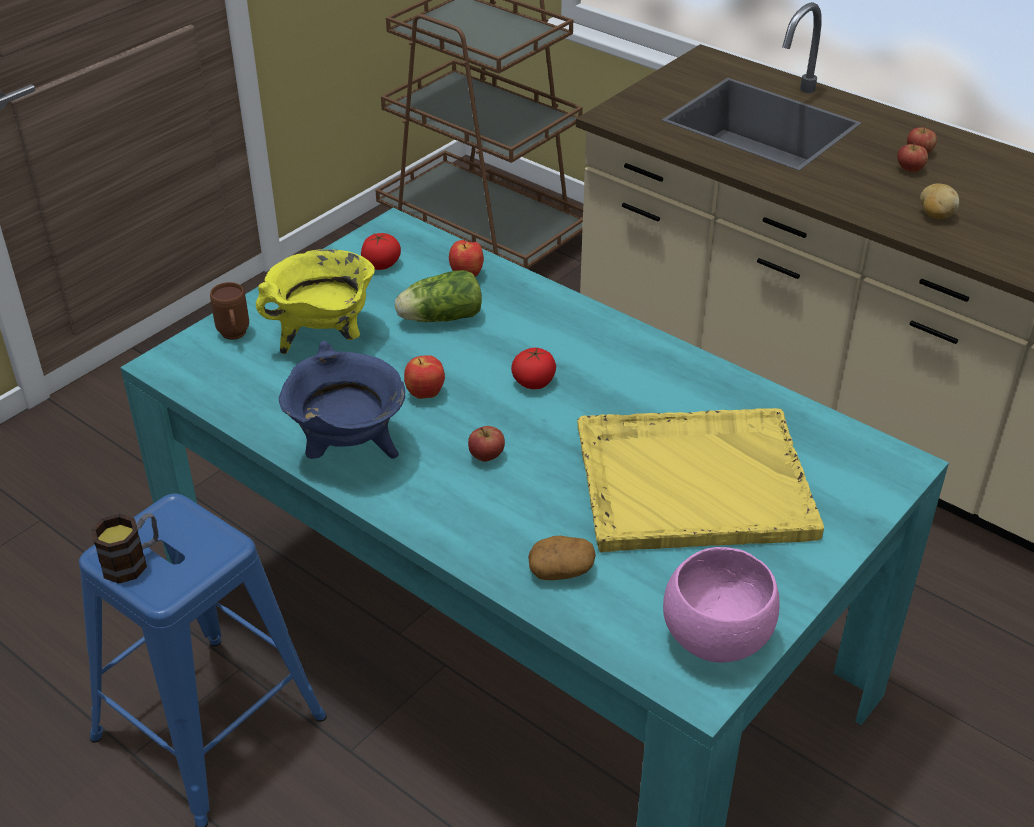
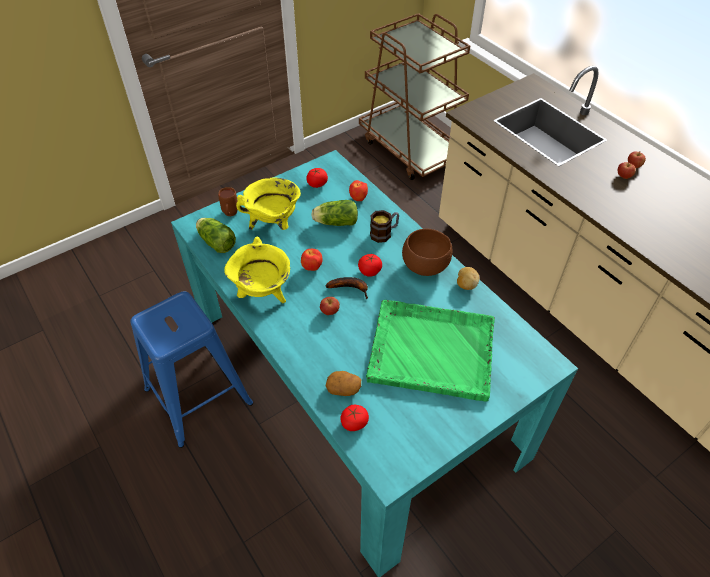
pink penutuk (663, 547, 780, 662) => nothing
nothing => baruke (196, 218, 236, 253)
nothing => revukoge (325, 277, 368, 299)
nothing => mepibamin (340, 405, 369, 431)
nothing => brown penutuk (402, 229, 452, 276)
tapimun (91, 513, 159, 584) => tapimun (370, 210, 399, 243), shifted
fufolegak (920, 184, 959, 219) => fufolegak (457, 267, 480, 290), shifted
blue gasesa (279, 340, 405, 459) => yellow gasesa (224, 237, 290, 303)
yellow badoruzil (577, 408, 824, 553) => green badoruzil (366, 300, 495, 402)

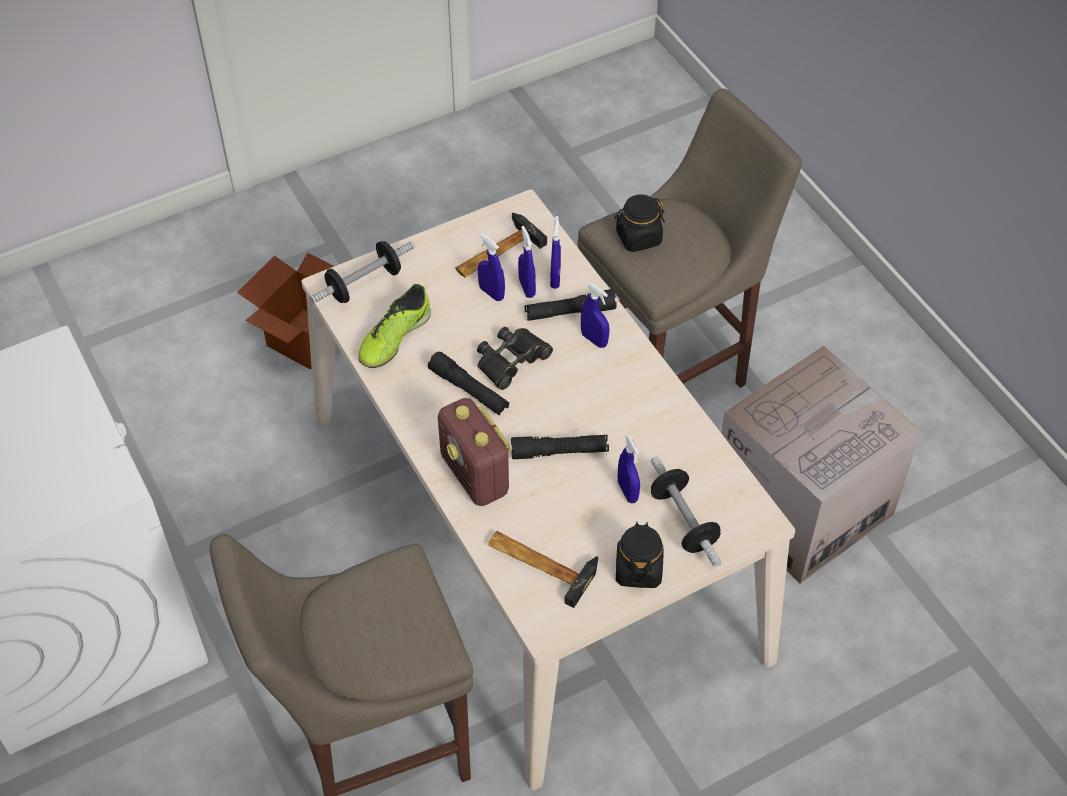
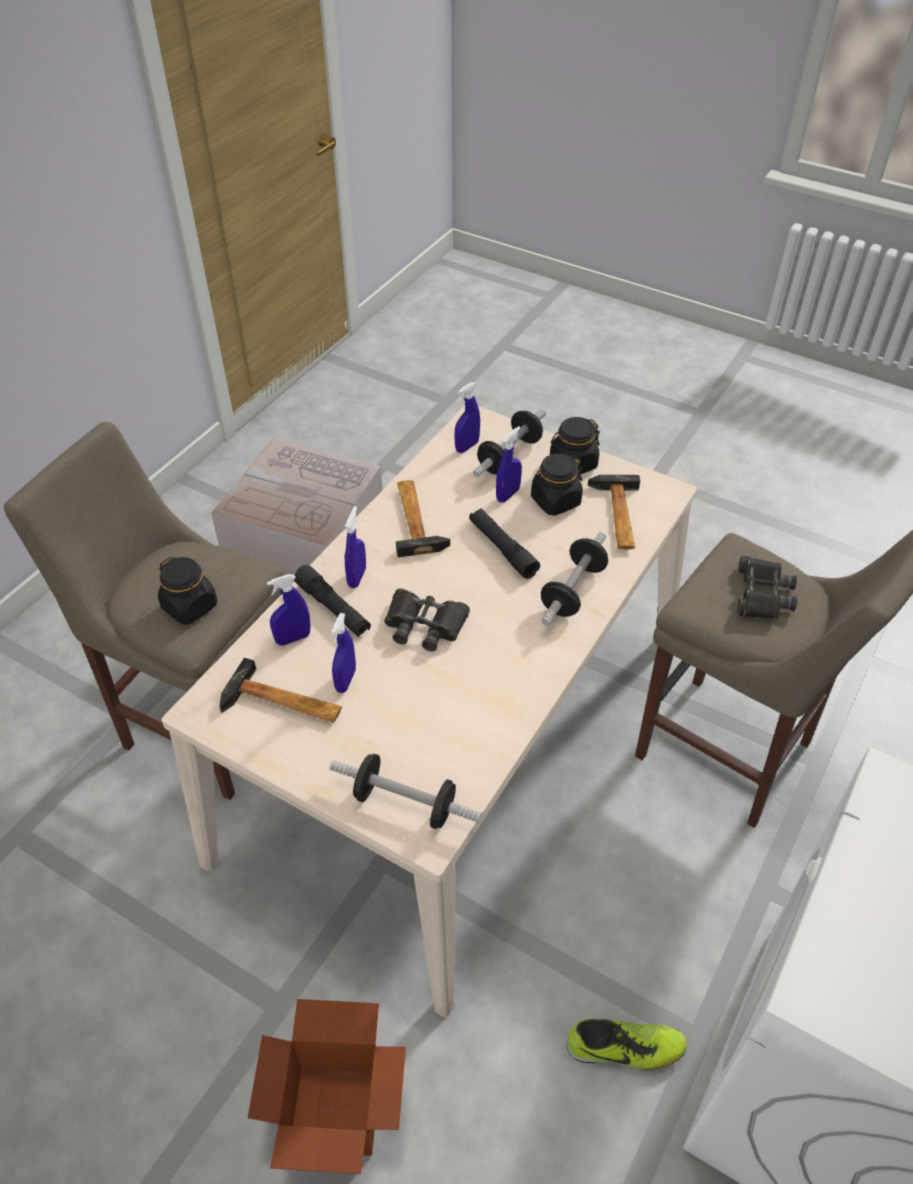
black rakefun (428, 352, 509, 416) => nothing
nothing => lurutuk (396, 480, 450, 557)
nothing => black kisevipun (531, 453, 583, 516)
nothing => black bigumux (737, 556, 797, 619)
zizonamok (358, 284, 431, 368) => zizonamok (567, 1019, 687, 1071), shifted
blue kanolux (518, 226, 536, 298) => blue kanolux (454, 382, 480, 453), shifted
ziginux (438, 398, 513, 506) => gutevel (541, 532, 608, 626)

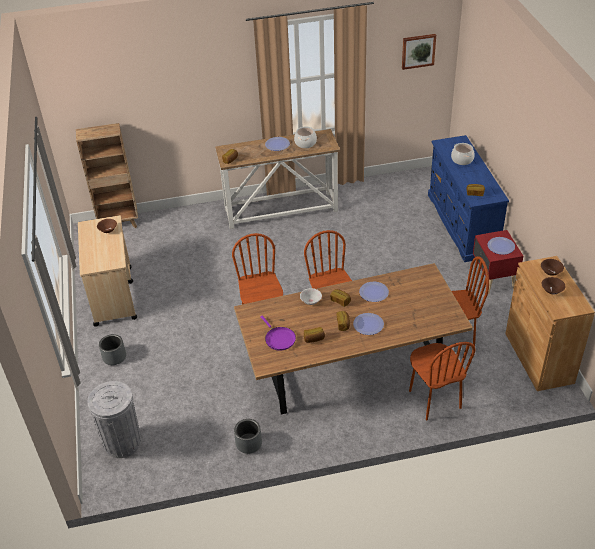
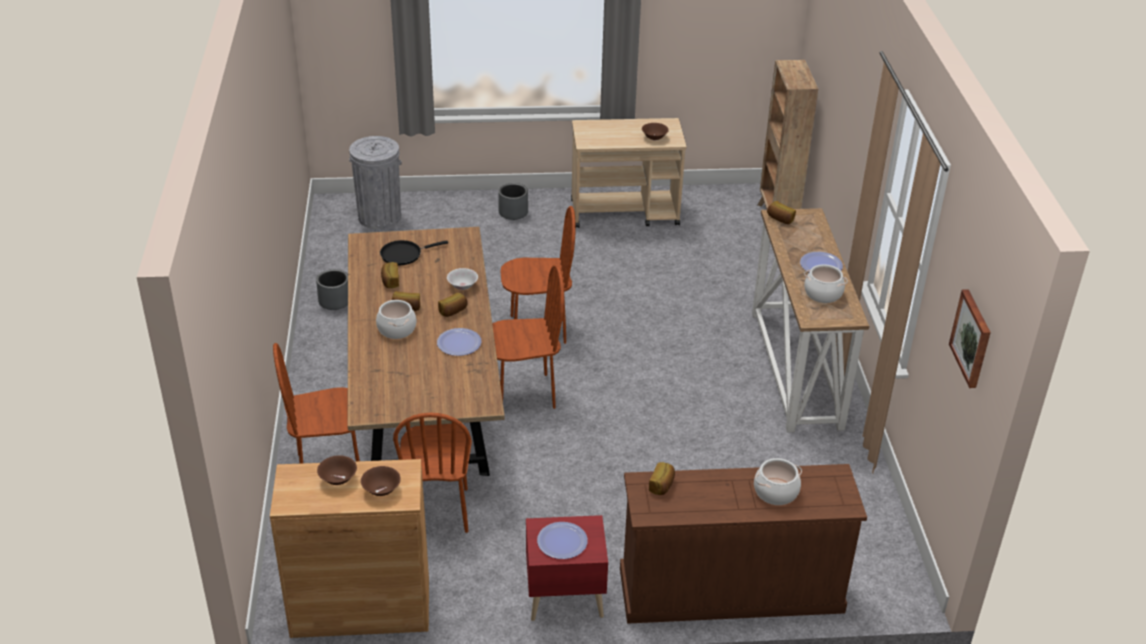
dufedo (353, 313, 384, 335) => gasesa (376, 300, 416, 339)
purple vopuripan (260, 316, 296, 351) => black vopuripan (380, 240, 448, 265)
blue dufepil (428, 135, 509, 262) => brown dufepil (620, 464, 867, 624)

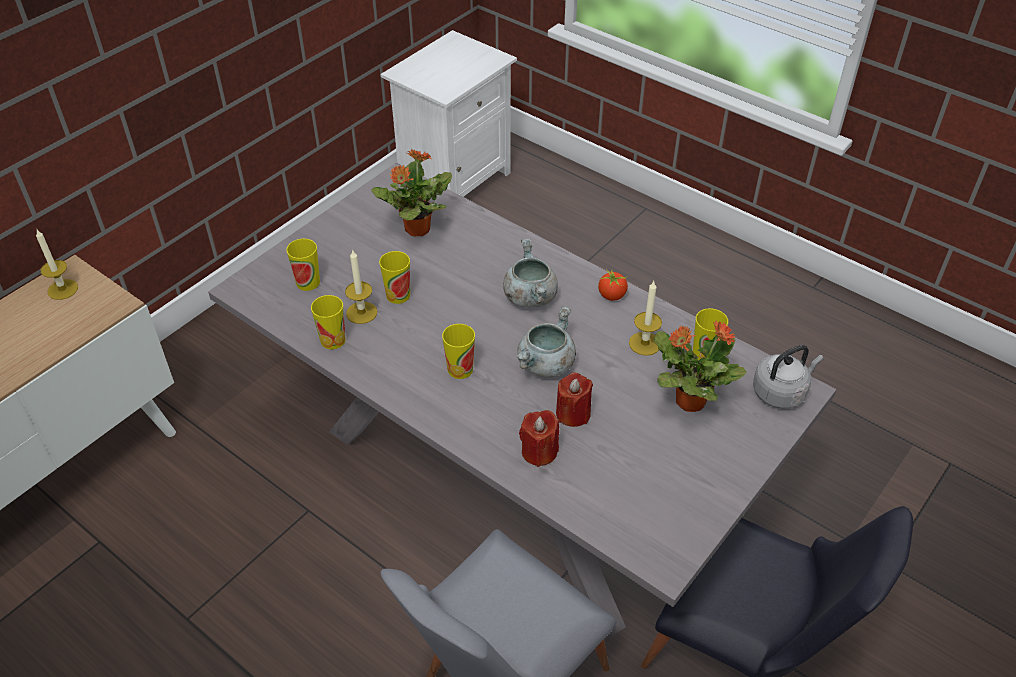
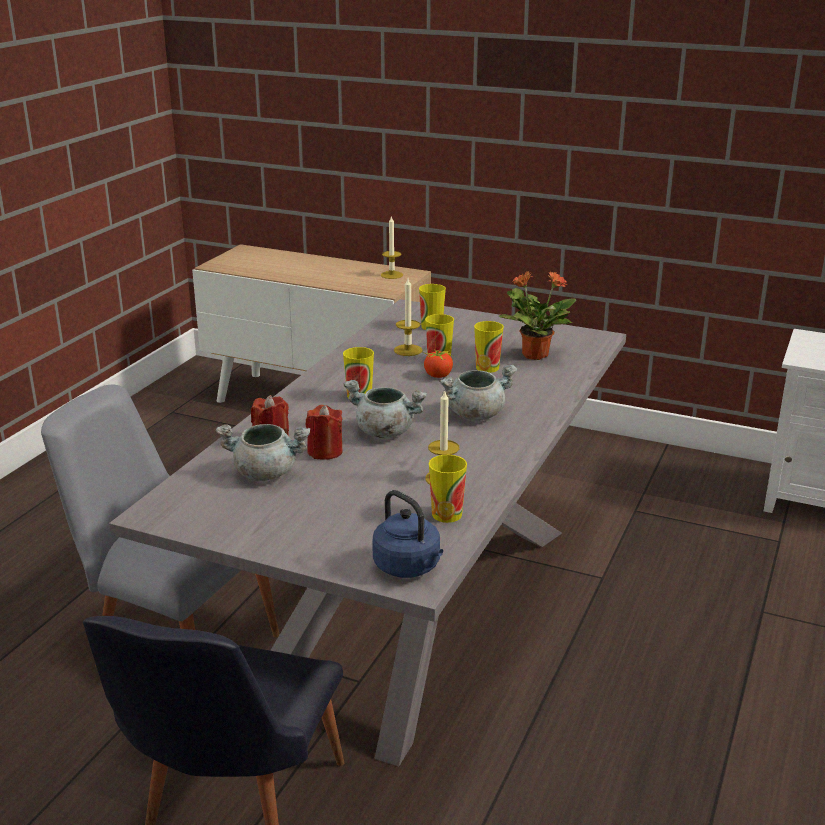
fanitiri (654, 320, 747, 412) => nothing
nothing => grey gasesa (216, 424, 310, 481)
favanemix (311, 295, 346, 349) => favanemix (474, 321, 504, 373), shifted
mepibamin (598, 269, 628, 301) => mepibamin (422, 349, 453, 378), shifted
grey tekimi (753, 345, 824, 409) => blue tekimi (372, 490, 443, 578)

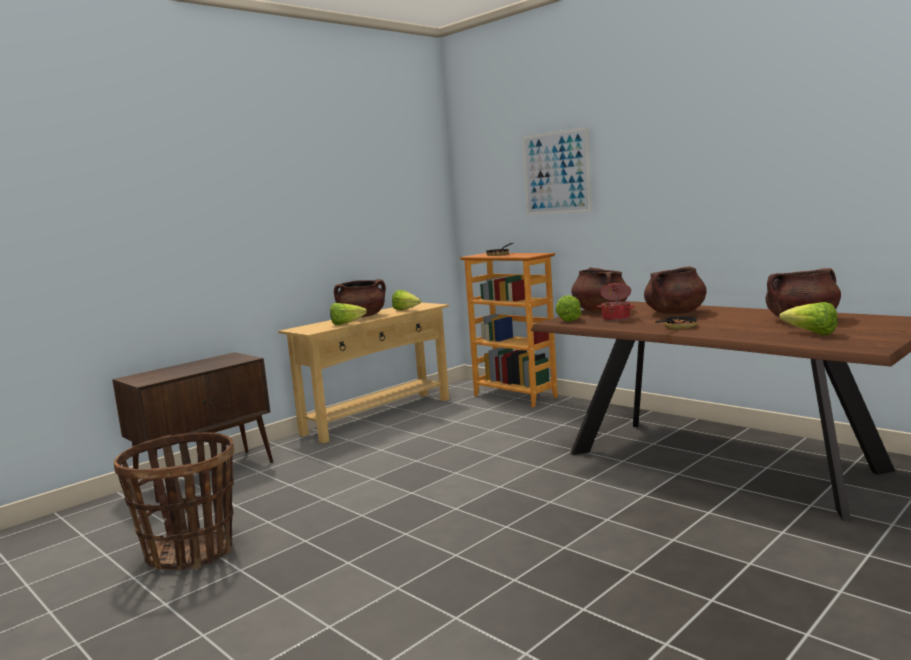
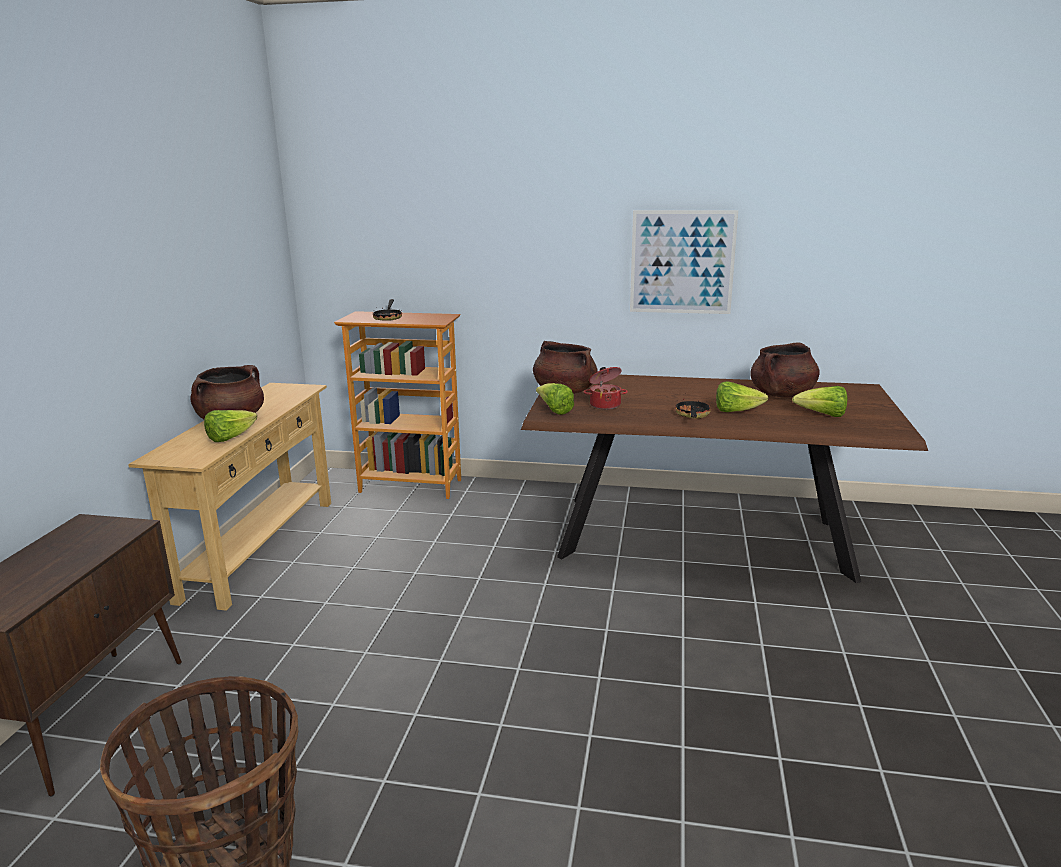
brown gasesa (644, 266, 707, 314) => nothing
baruke (392, 290, 421, 310) => baruke (716, 381, 768, 412), shifted
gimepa (522, 127, 592, 215) => gimepa (630, 210, 738, 314), shifted

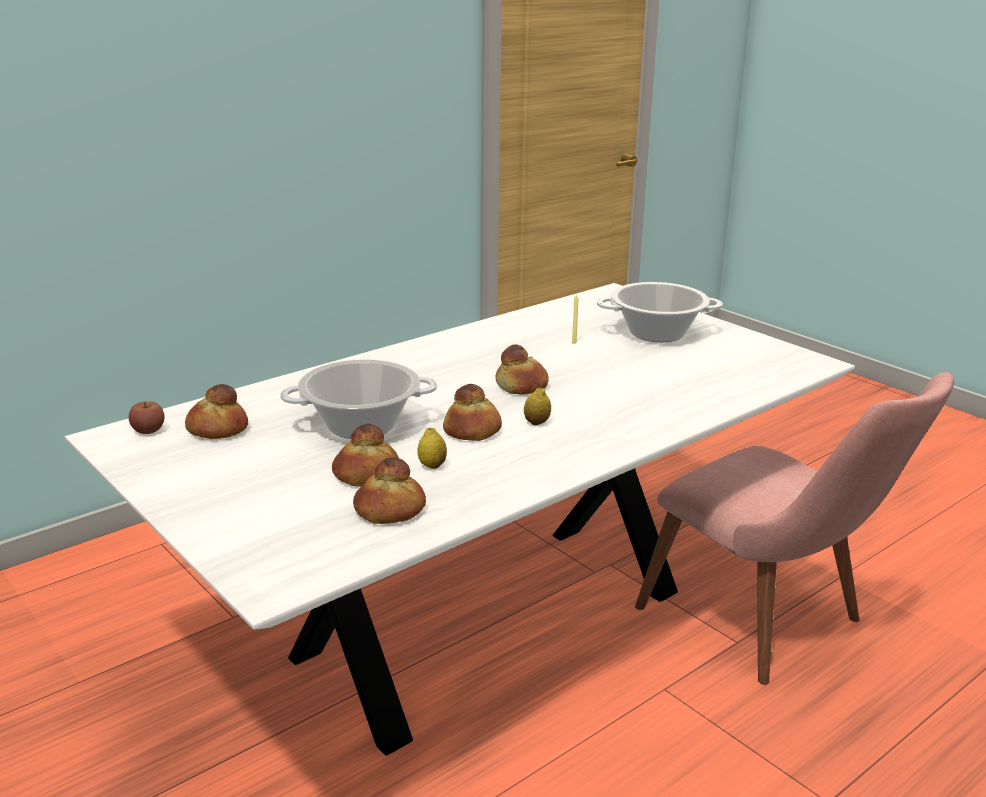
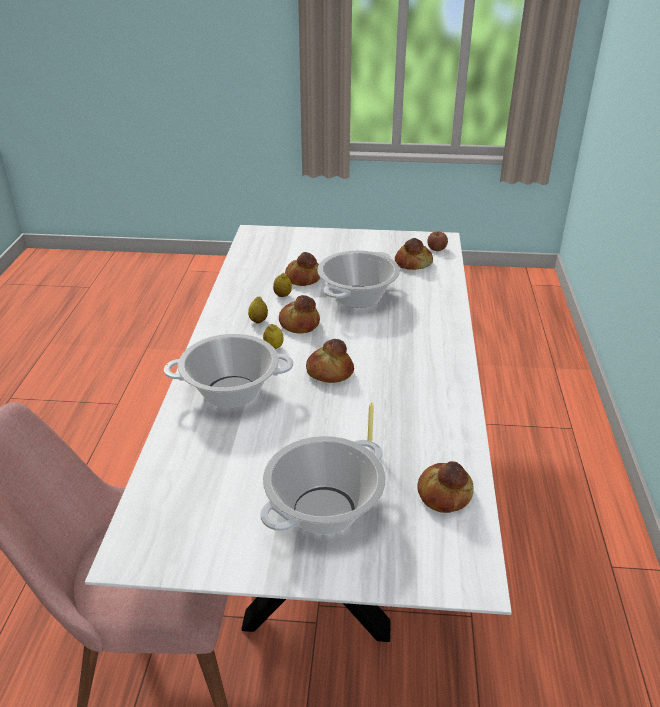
nothing => gasesa (164, 334, 293, 408)
nothing => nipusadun (248, 297, 268, 324)
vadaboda (353, 457, 426, 524) => vadaboda (417, 461, 474, 513), shifted

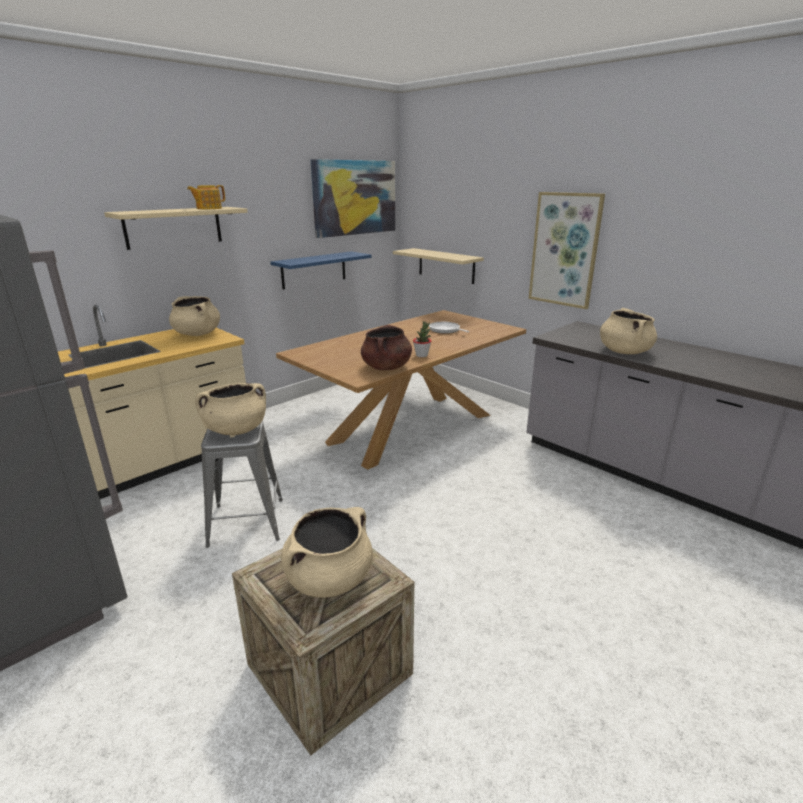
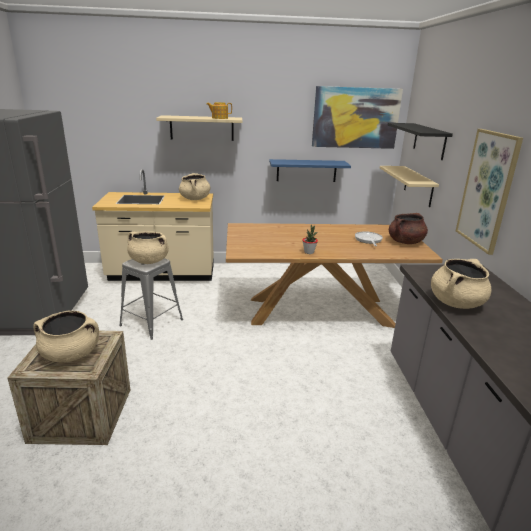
nothing => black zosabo (388, 123, 453, 160)
brown gasesa (361, 325, 412, 370) => brown gasesa (389, 213, 428, 244), shifted

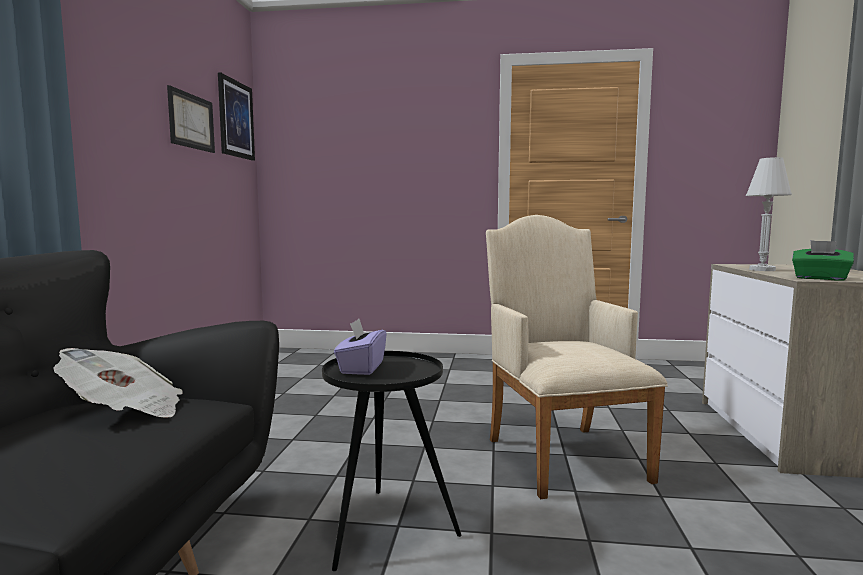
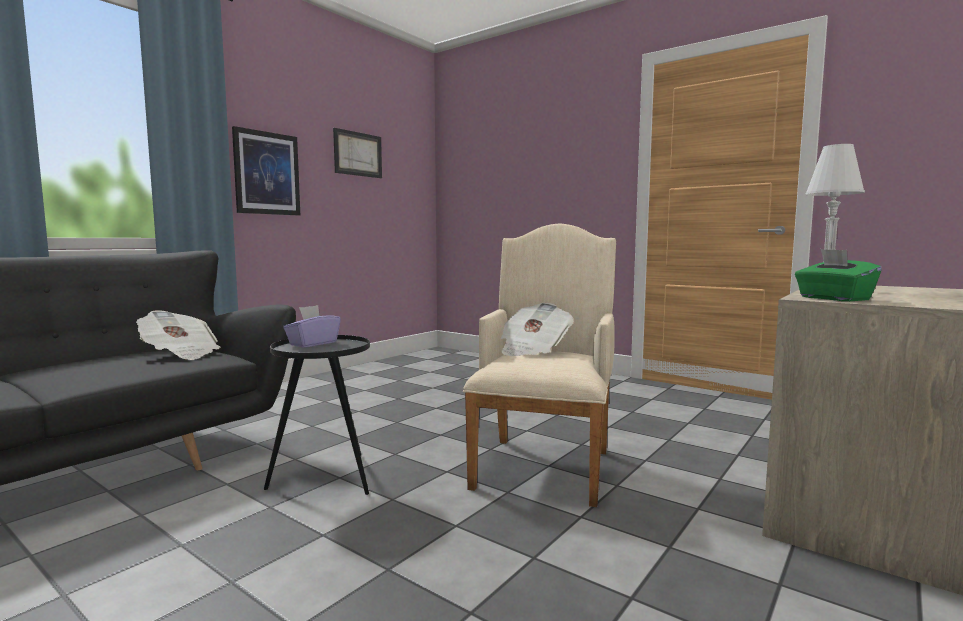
nothing => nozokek (501, 303, 573, 356)
gimepa (218, 72, 255, 160) => gimepa (232, 126, 300, 215), shifted

